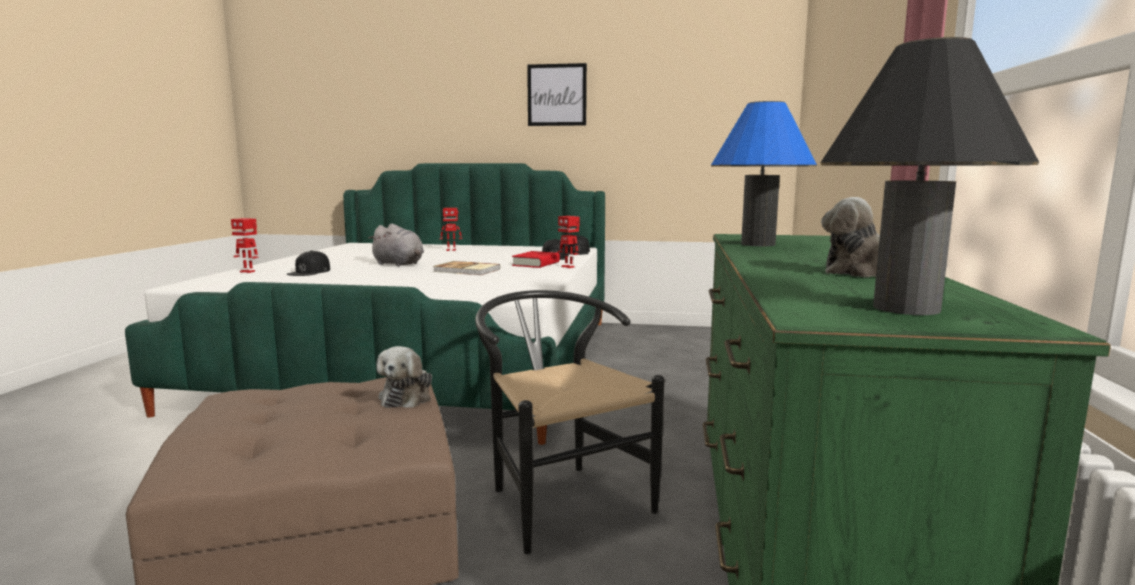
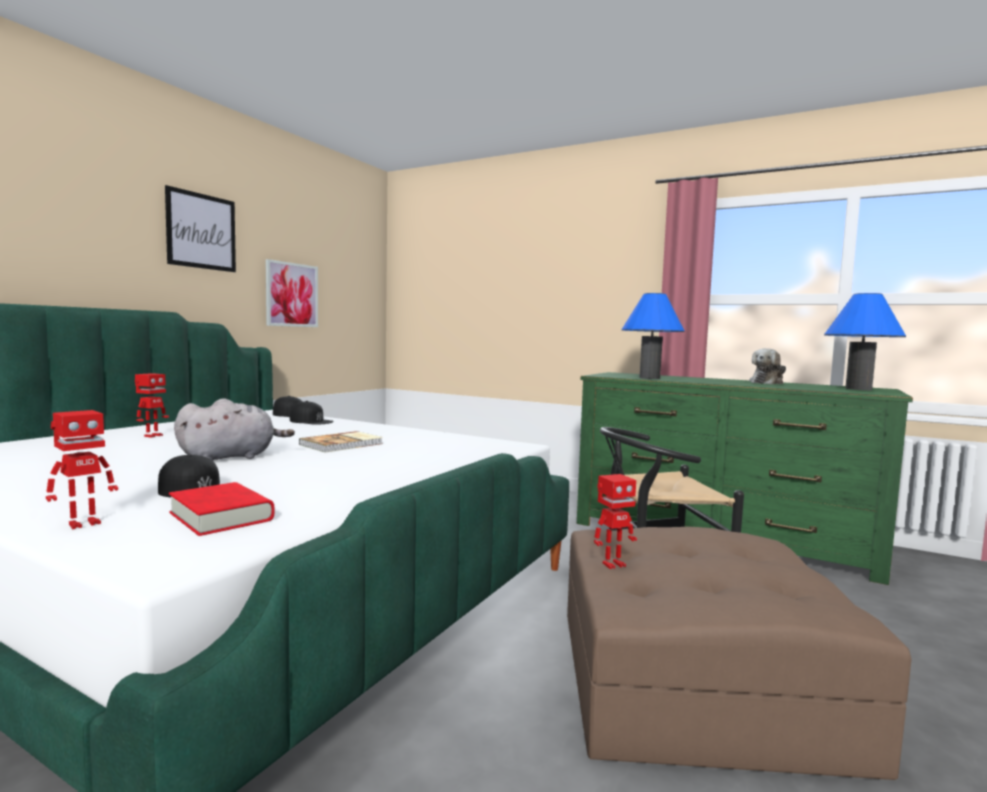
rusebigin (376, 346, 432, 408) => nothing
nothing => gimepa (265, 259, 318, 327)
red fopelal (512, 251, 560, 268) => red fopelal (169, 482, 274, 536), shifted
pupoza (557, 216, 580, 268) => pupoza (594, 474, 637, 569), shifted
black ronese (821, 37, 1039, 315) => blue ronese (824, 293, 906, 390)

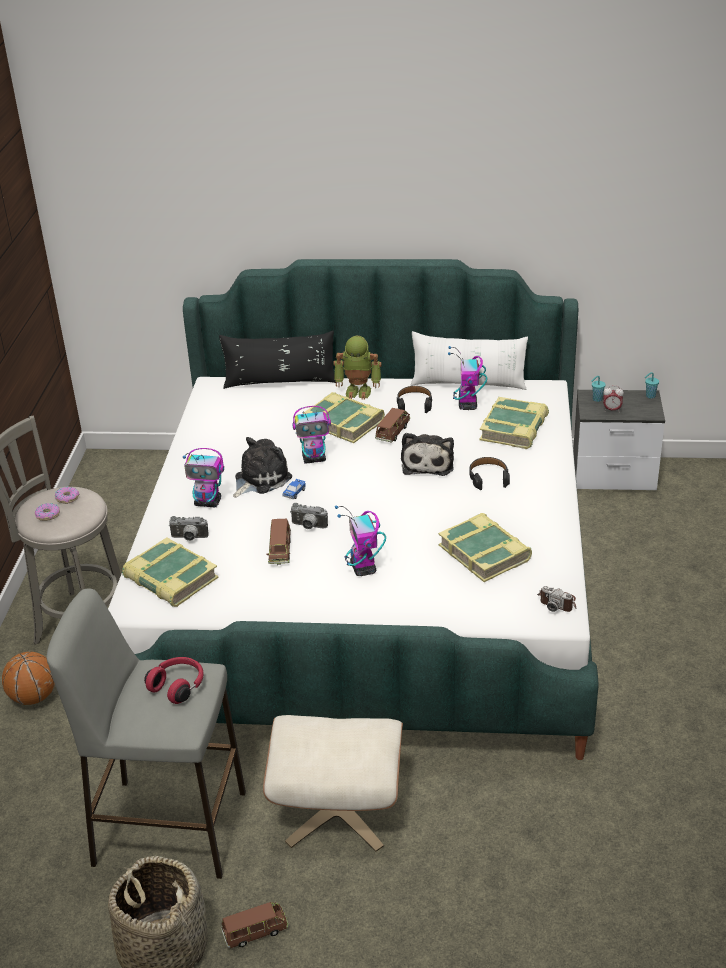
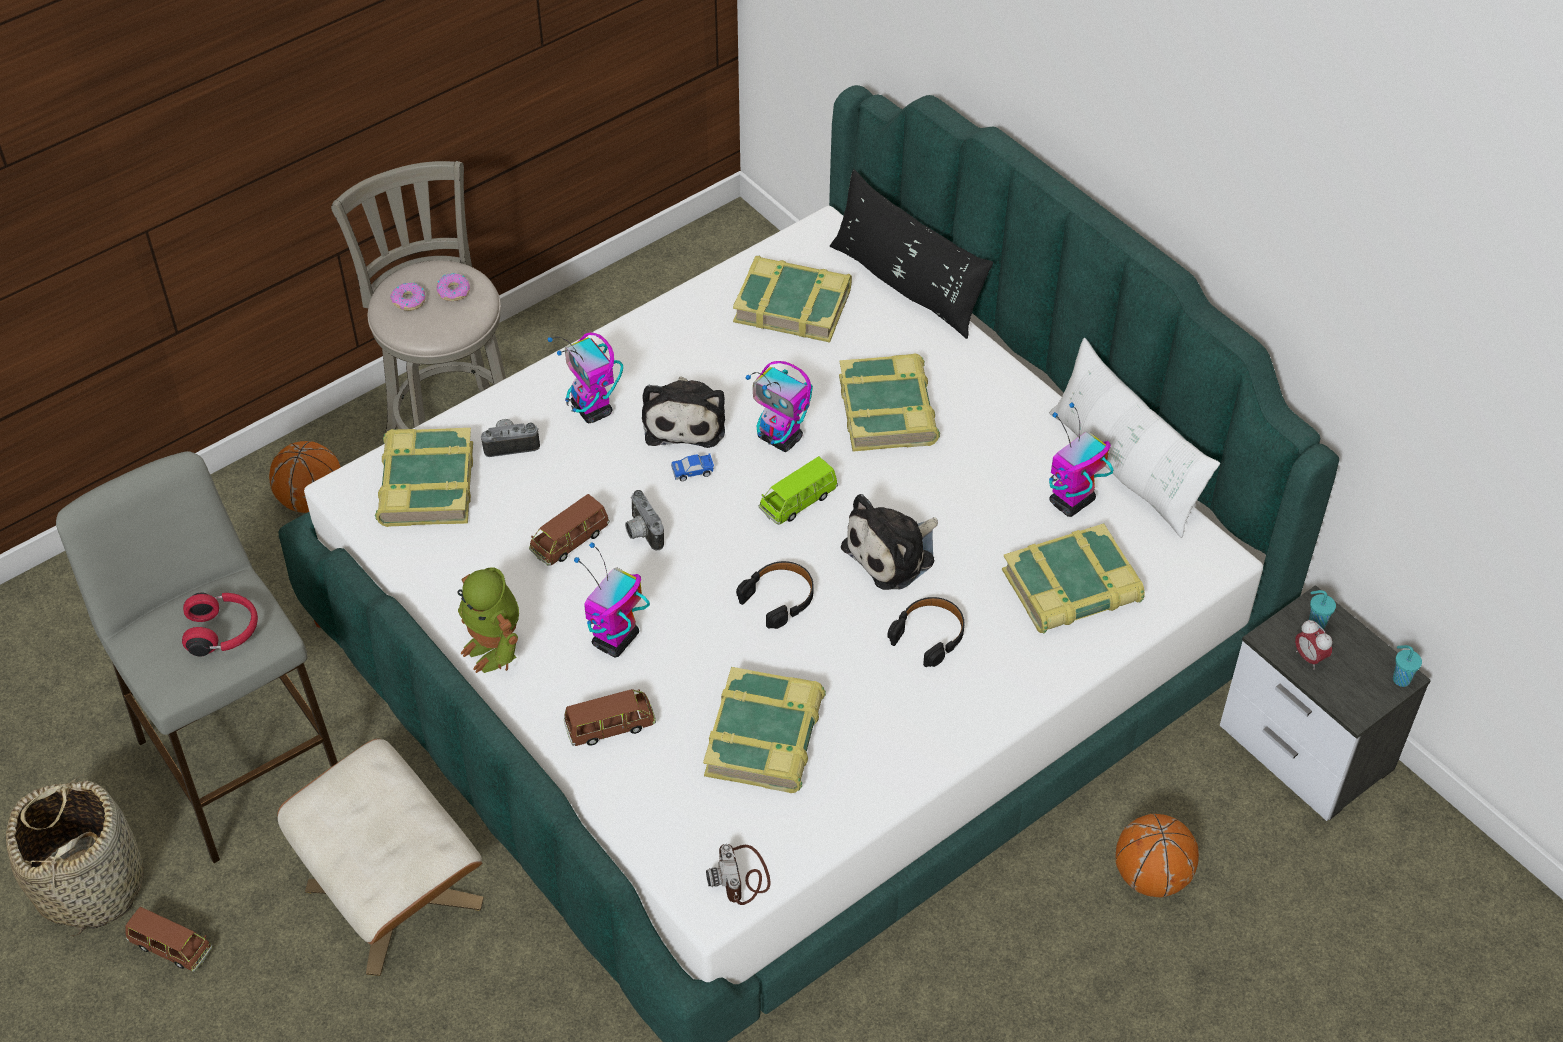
nothing => fopelal (733, 256, 852, 343)
nothing => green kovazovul (759, 456, 838, 525)
nothing => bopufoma (1116, 814, 1199, 898)
pupoza (333, 335, 382, 400) => pupoza (457, 567, 519, 673), shifted
brown kovazovul (375, 408, 410, 443) => brown kovazovul (564, 689, 656, 746), shifted
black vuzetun (397, 386, 432, 413) => black vuzetun (736, 561, 814, 629), shifted
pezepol (169, 516, 209, 541) => pezepol (480, 419, 540, 457), 120 degrees clockwise
rusebigin (233, 437, 292, 498) => rusebigin (642, 376, 725, 448), 90 degrees clockwise

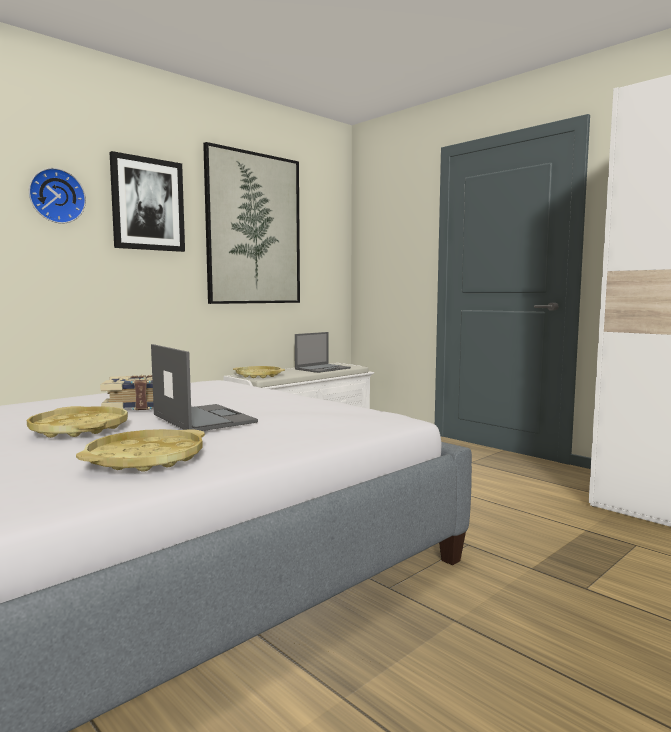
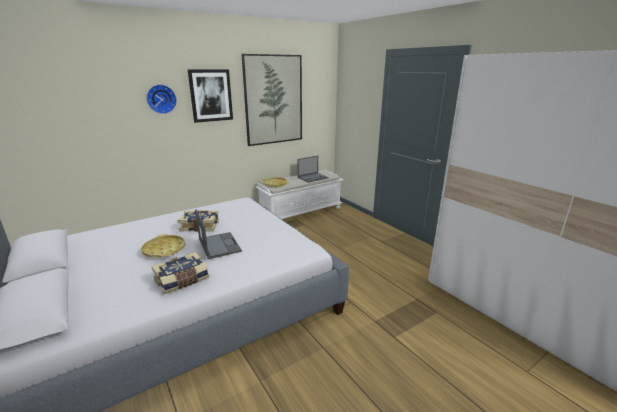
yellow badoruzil (76, 429, 205, 472) => fopelal (151, 252, 209, 294)

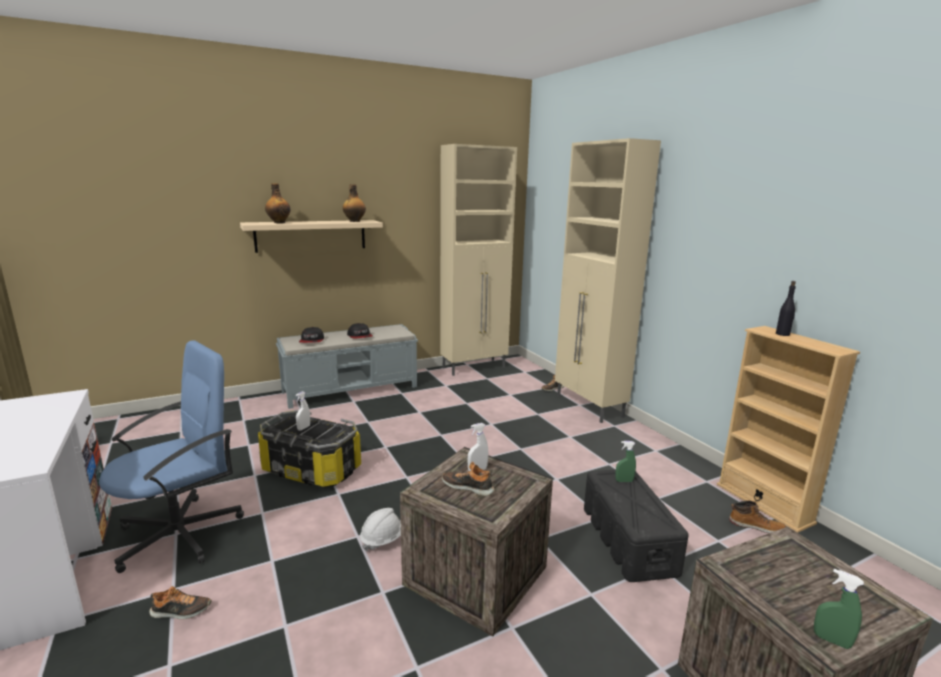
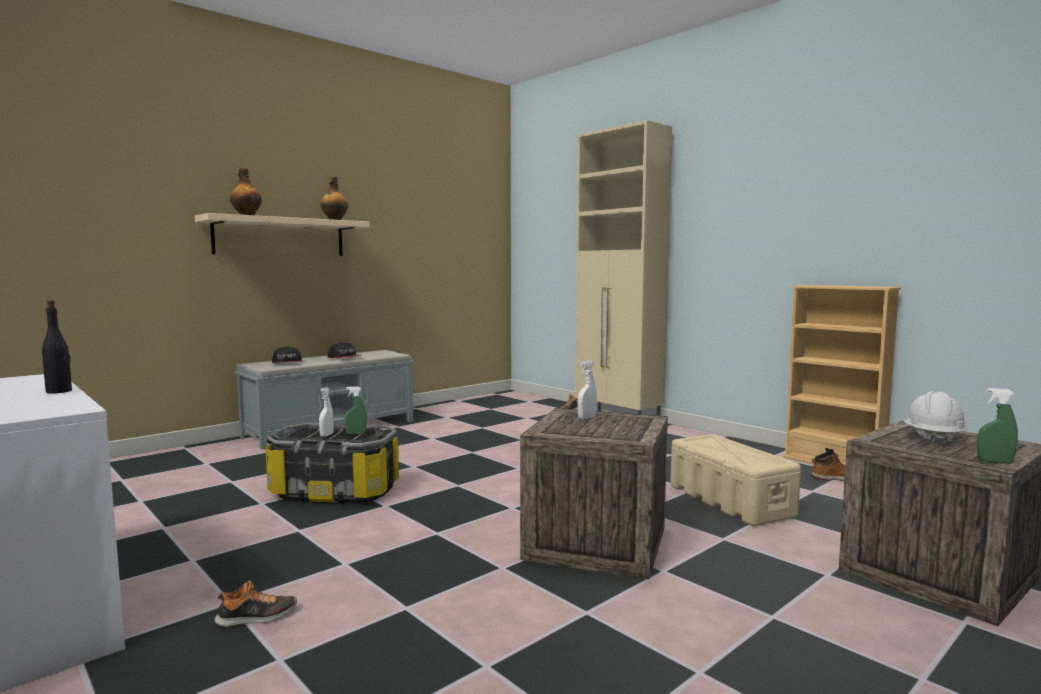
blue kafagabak (99, 340, 244, 573) => nothing
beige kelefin (440, 144, 517, 376) => nothing
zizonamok (442, 462, 495, 496) => nothing
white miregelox (360, 508, 401, 552) => white miregelox (904, 391, 968, 446), shifted
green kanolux (615, 441, 636, 482) => green kanolux (344, 386, 367, 435), shifted
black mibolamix (776, 281, 796, 336) => black mibolamix (42, 300, 72, 394), shifted
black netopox (584, 470, 689, 582) => beige netopox (670, 434, 801, 526)

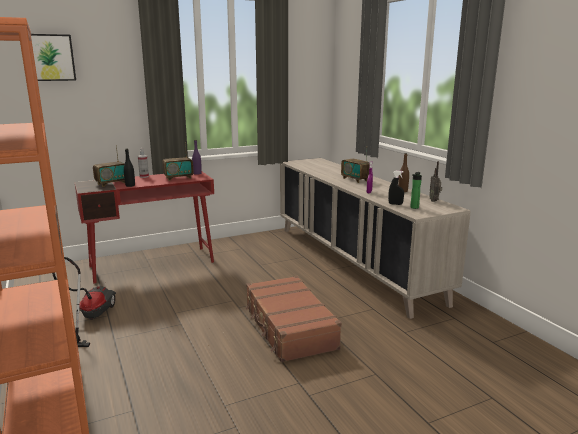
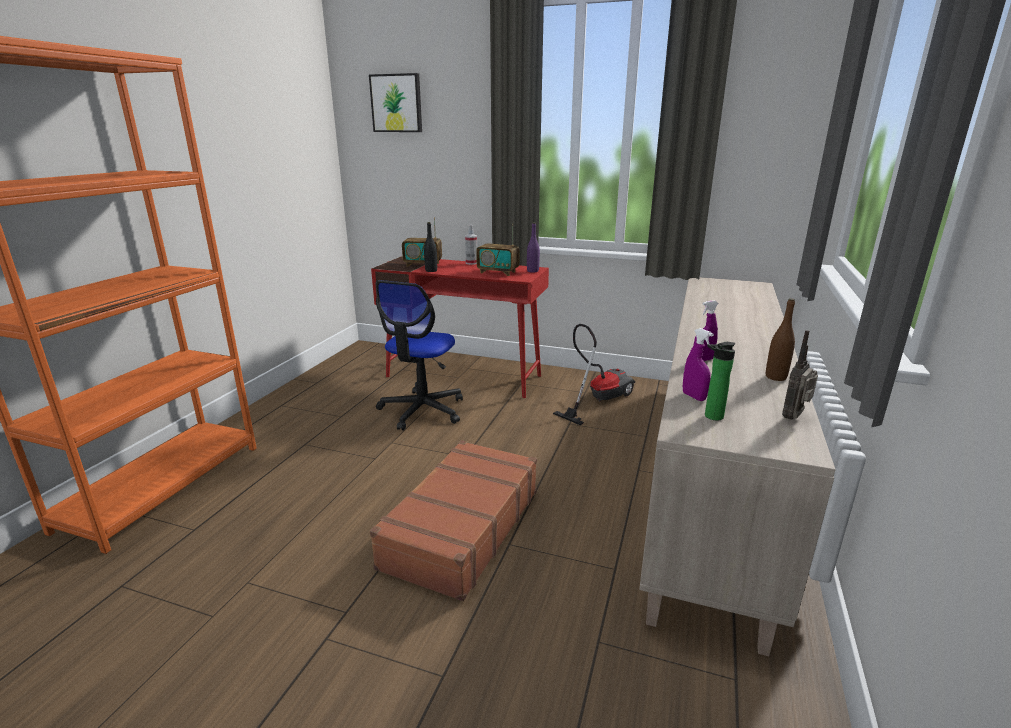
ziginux (341, 146, 370, 183) => nothing
nothing => kafagabak (375, 280, 463, 430)
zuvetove (52, 257, 116, 347) => zuvetove (553, 324, 635, 425), shifted
black kanolux (388, 171, 404, 205) => purple kanolux (683, 328, 714, 401)

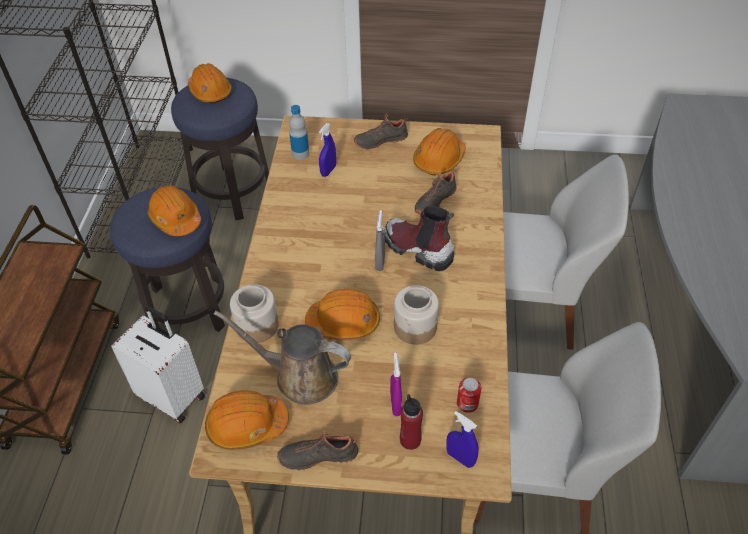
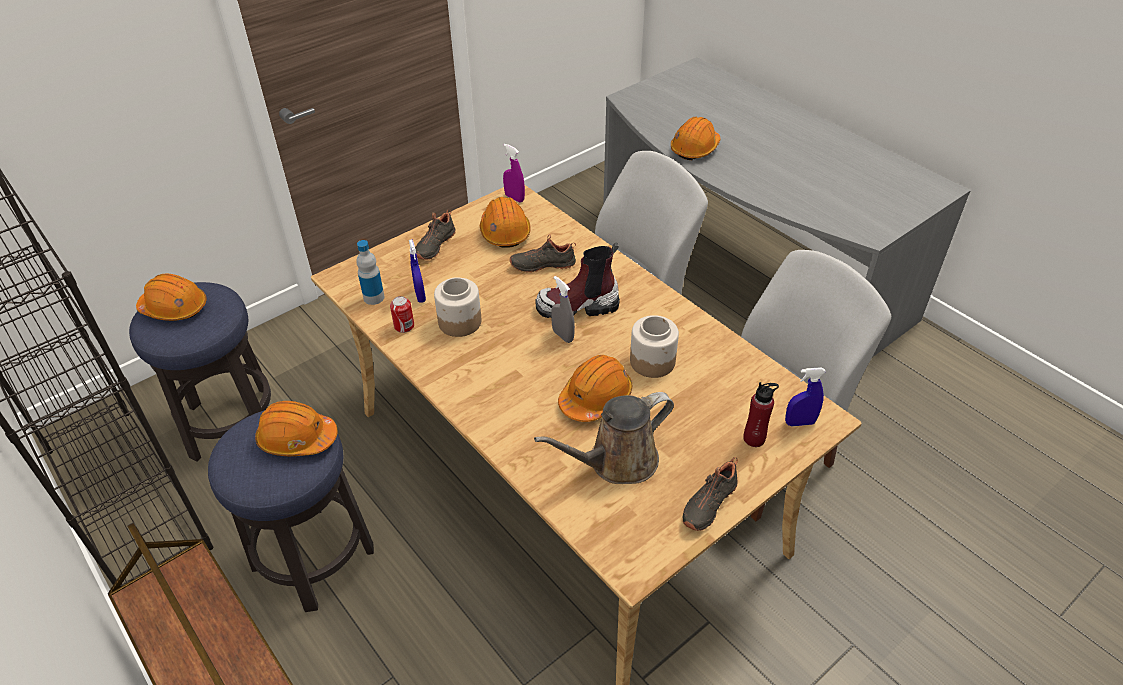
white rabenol (111, 306, 205, 423) => nothing
orange miregelox (205, 390, 289, 450) => orange miregelox (671, 117, 721, 160), shifted
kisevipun (230, 284, 279, 343) => kisevipun (434, 277, 481, 337), shifted
purple kanolux (390, 352, 402, 416) => purple kanolux (503, 144, 525, 203), shifted
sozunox (457, 377, 481, 413) => sozunox (390, 296, 414, 333), shifted
black zizonamok (415, 168, 456, 215) => black zizonamok (510, 234, 576, 273), 90 degrees clockwise

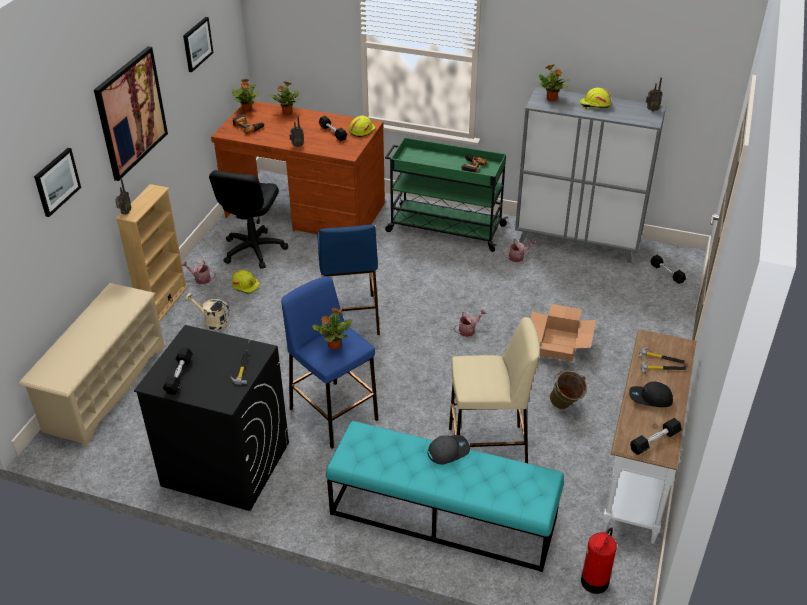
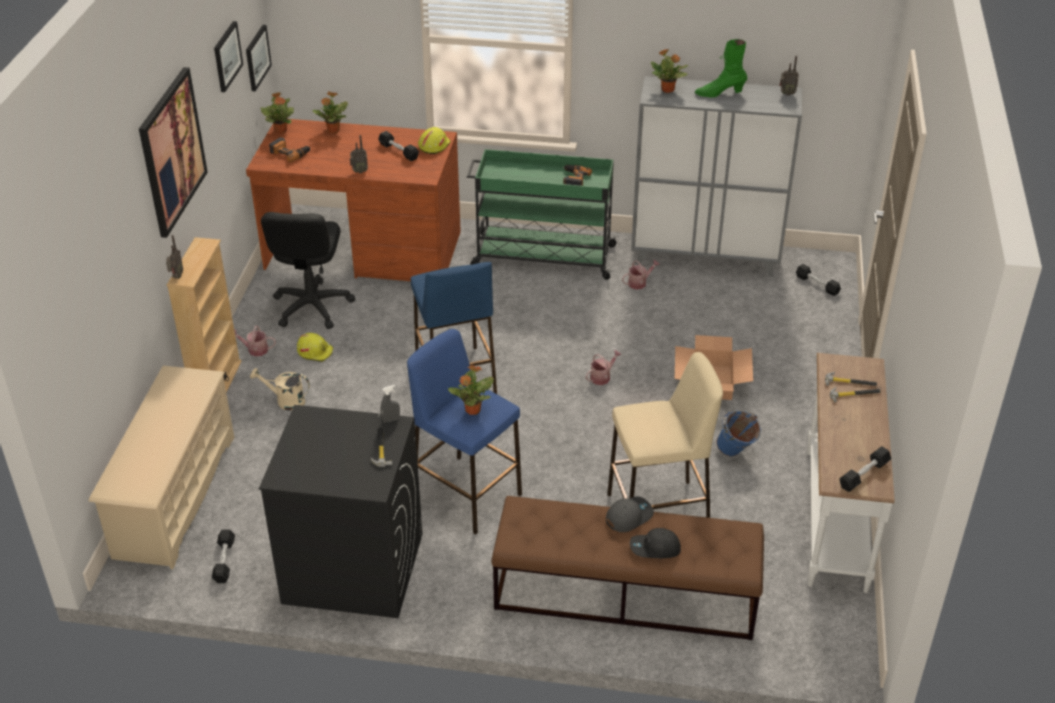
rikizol (581, 527, 617, 594) => nothing
nothing => grey kanolux (381, 385, 400, 423)
gimepa (34, 148, 81, 217) => gimepa (246, 25, 272, 91), shifted
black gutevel (163, 348, 193, 395) => black gutevel (212, 529, 235, 583), shifted
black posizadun (629, 382, 673, 407) => black posizadun (630, 528, 681, 558), shifted
yellow miregelox (579, 88, 611, 109) => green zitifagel (695, 39, 747, 97)
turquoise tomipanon (326, 421, 564, 572) => brown tomipanon (491, 496, 764, 640)
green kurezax (550, 371, 587, 409) => blue kurezax (716, 410, 761, 457)

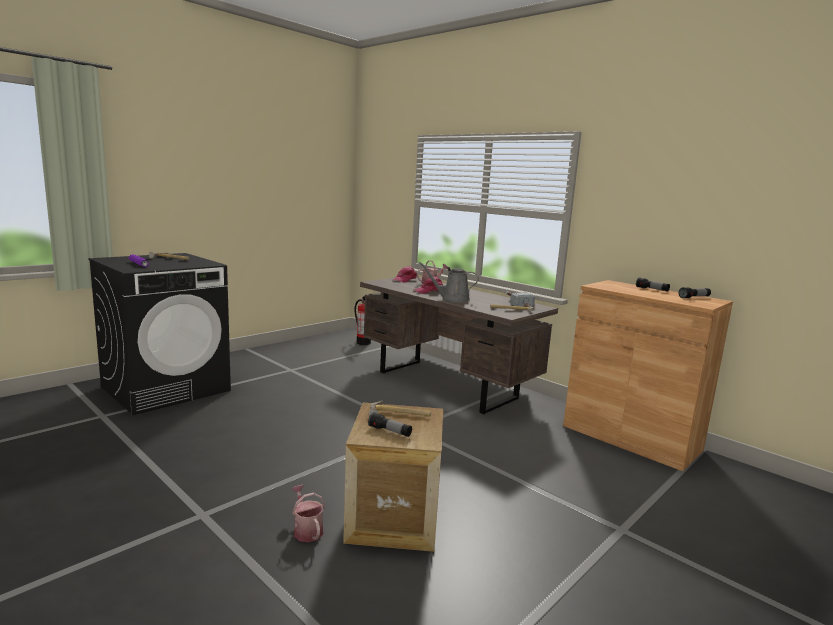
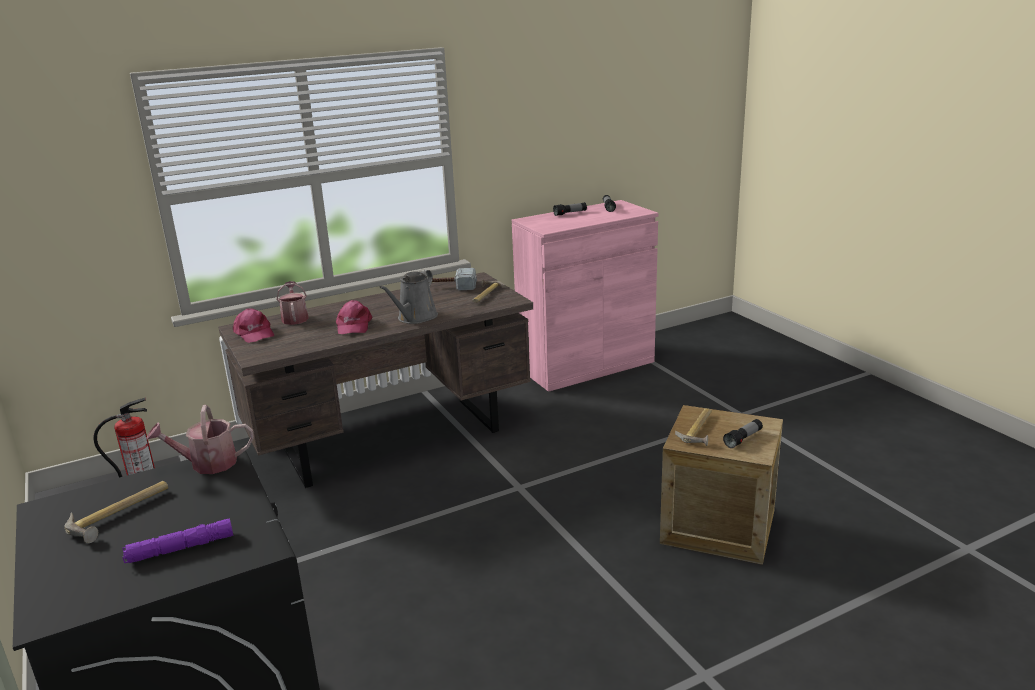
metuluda (291, 485, 325, 542) => metuluda (146, 405, 254, 474), shifted
brown kelefin (563, 280, 733, 471) => pink kelefin (512, 200, 658, 392)

